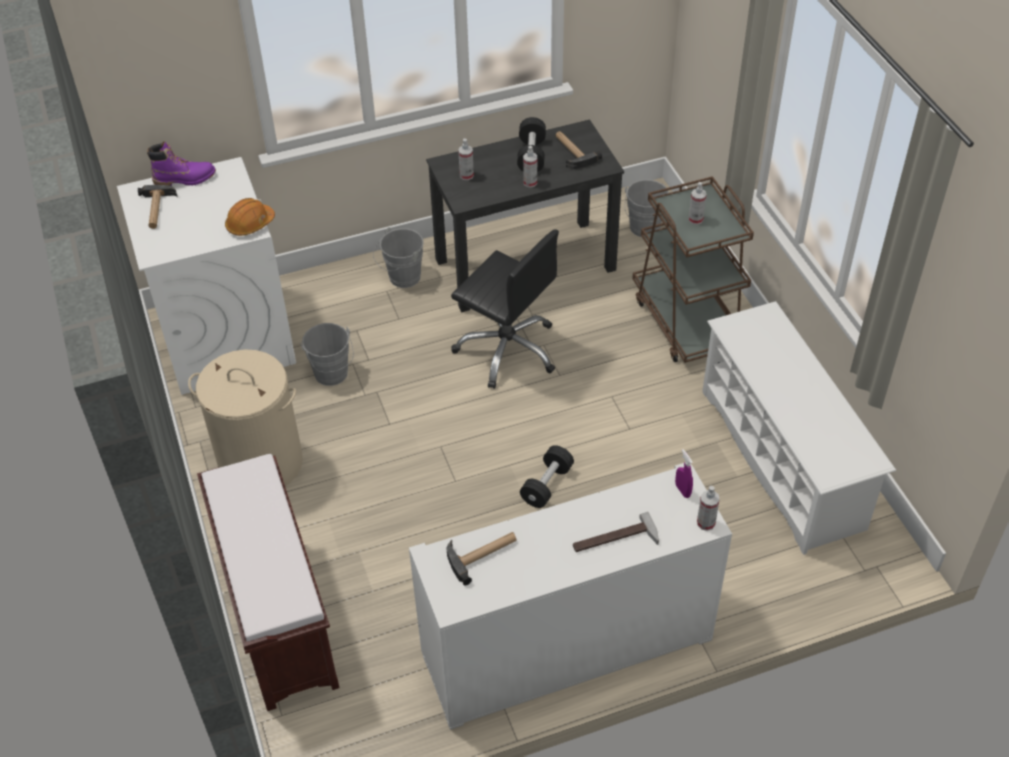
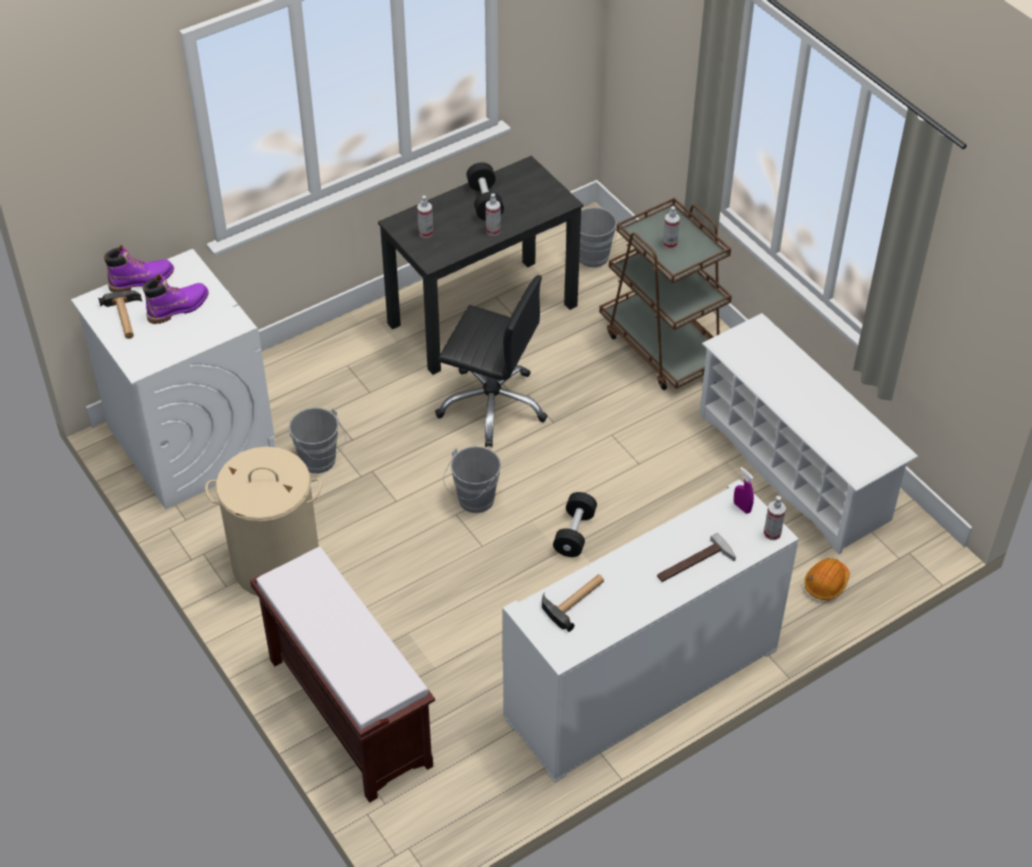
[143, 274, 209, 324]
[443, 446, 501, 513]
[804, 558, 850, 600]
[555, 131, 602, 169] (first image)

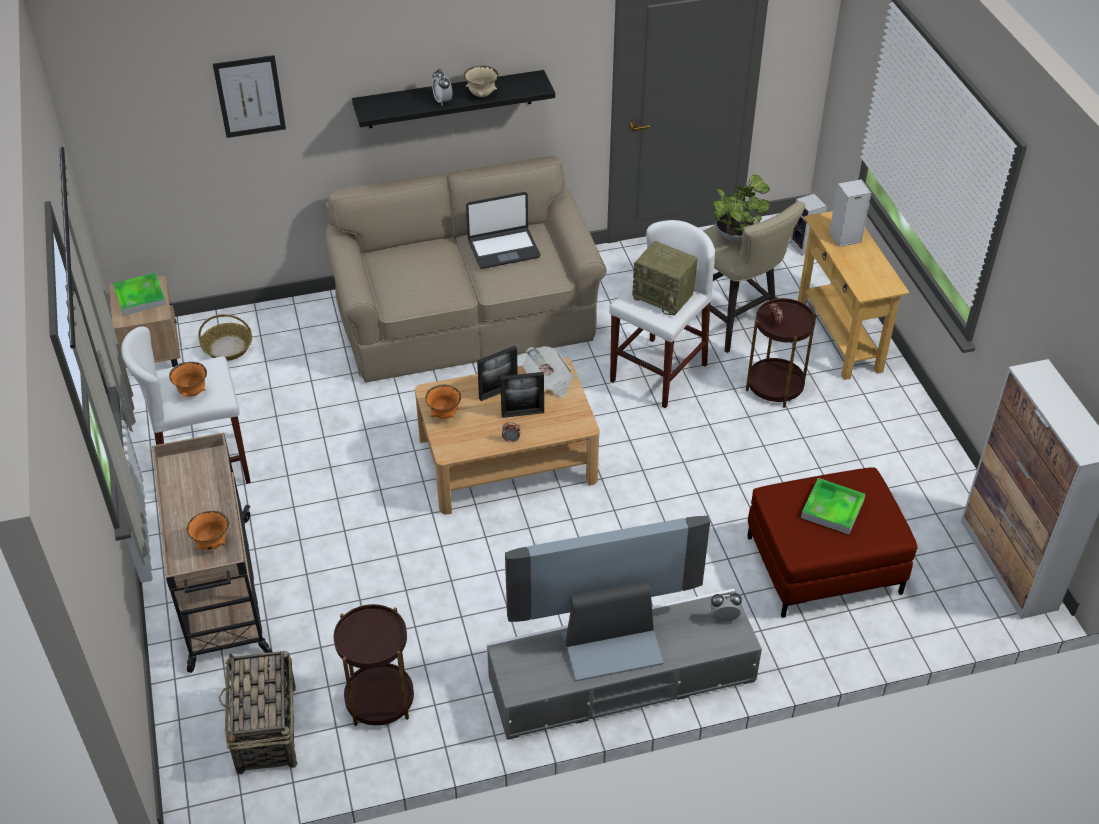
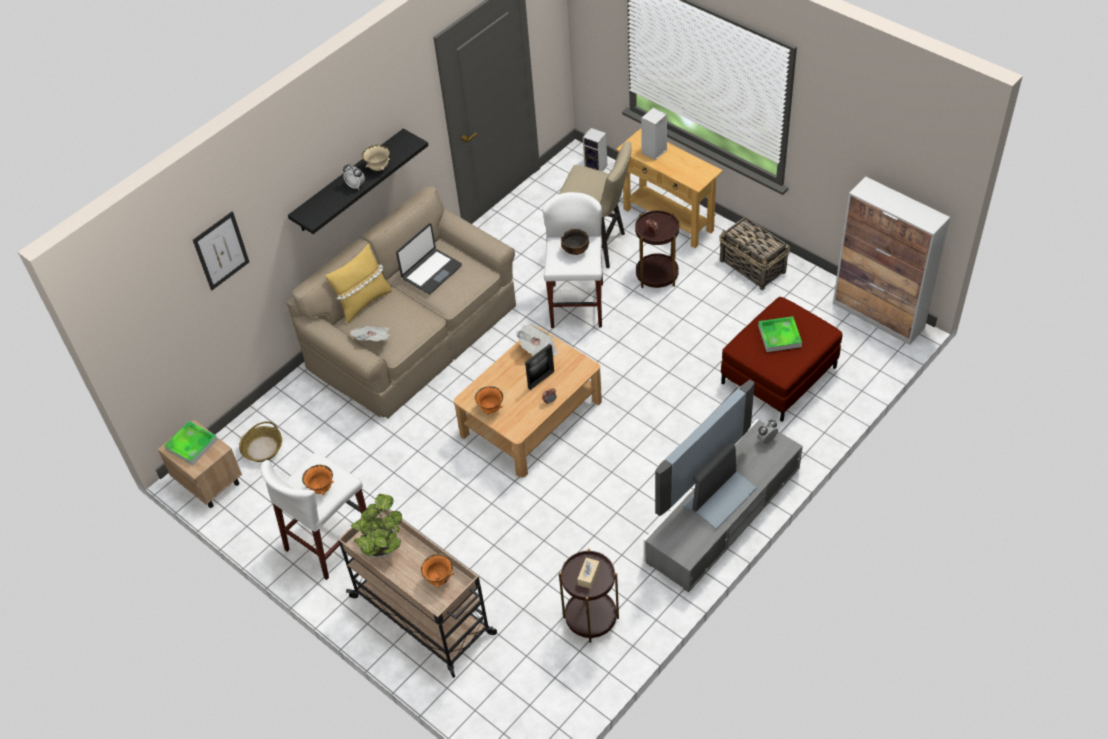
[325, 244, 392, 324]
[350, 325, 390, 341]
[351, 494, 402, 558]
[561, 229, 589, 255]
[577, 558, 600, 589]
[719, 217, 790, 290]
[477, 346, 518, 401] (first image)

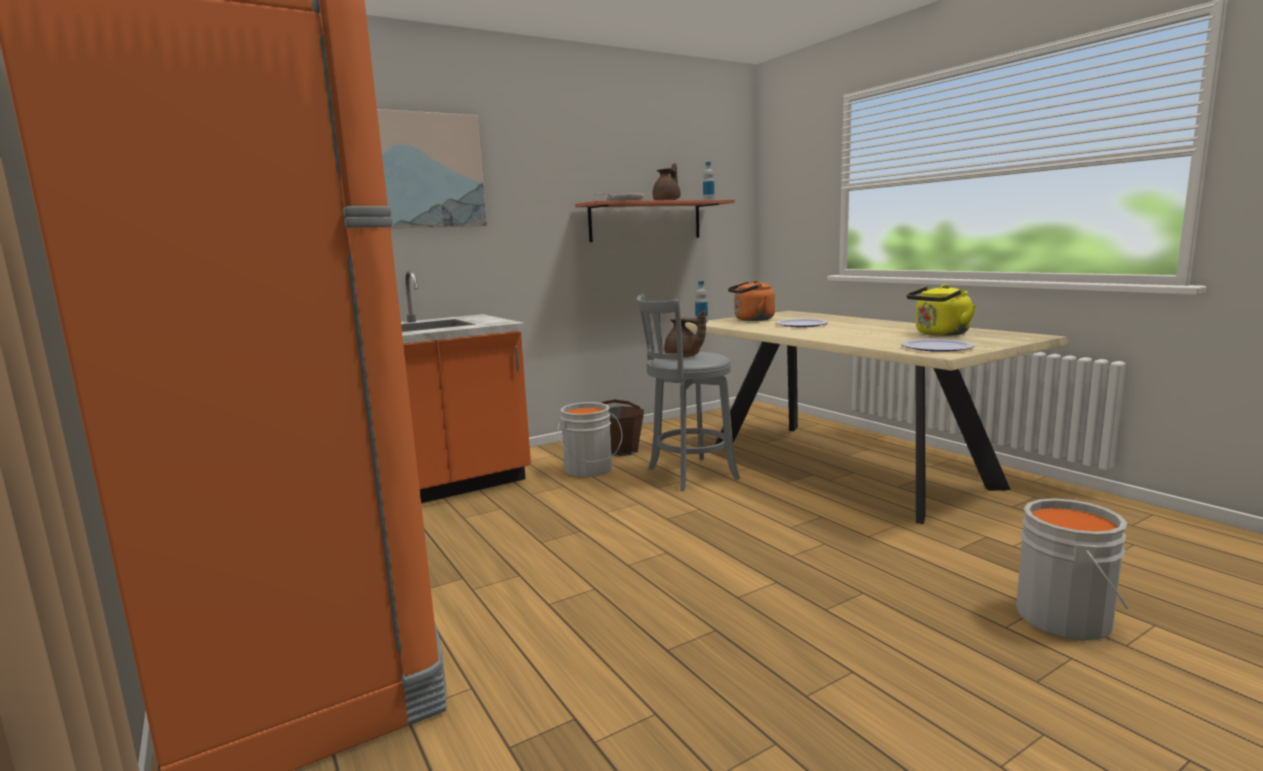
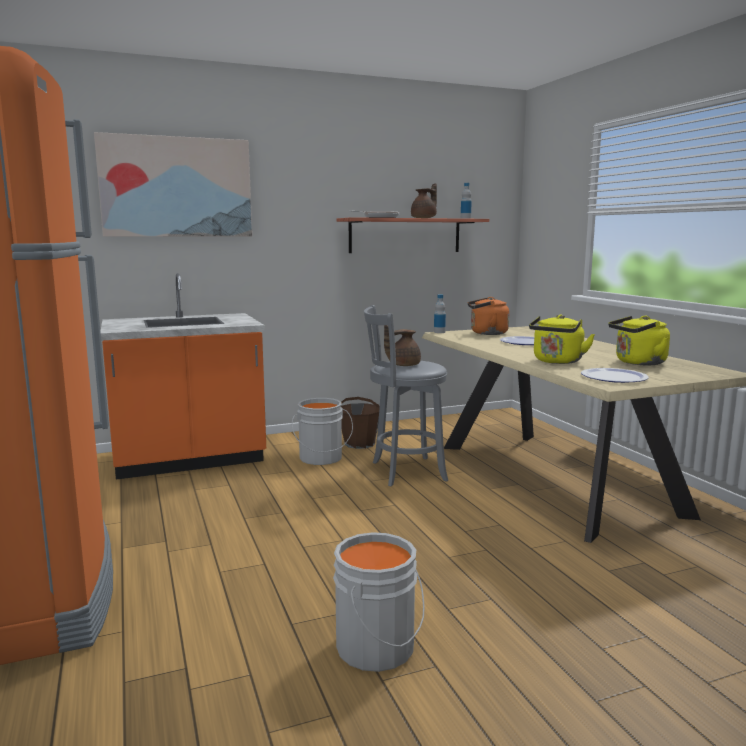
[333, 532, 425, 672]
[384, 325, 421, 366]
[529, 315, 595, 364]

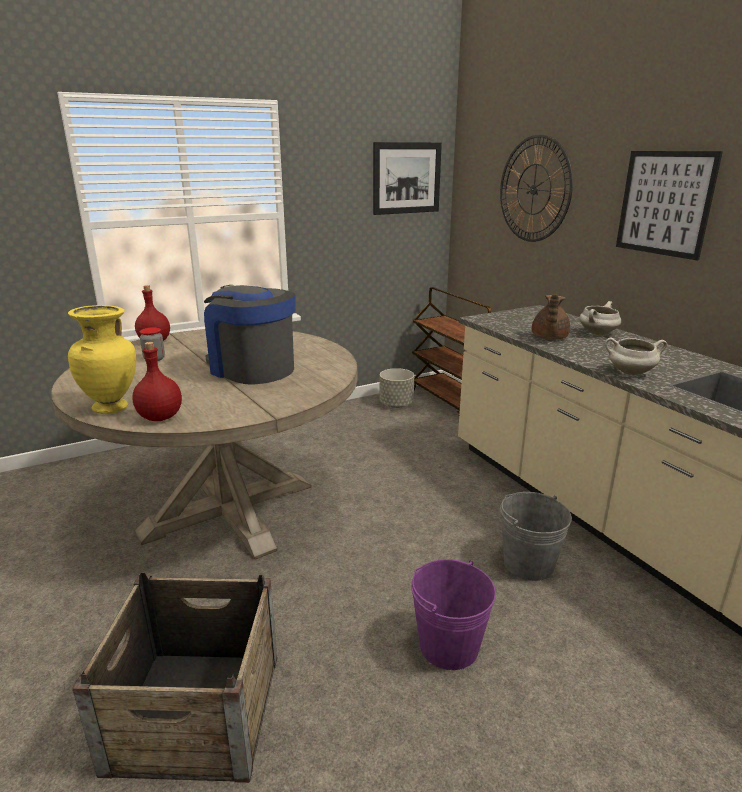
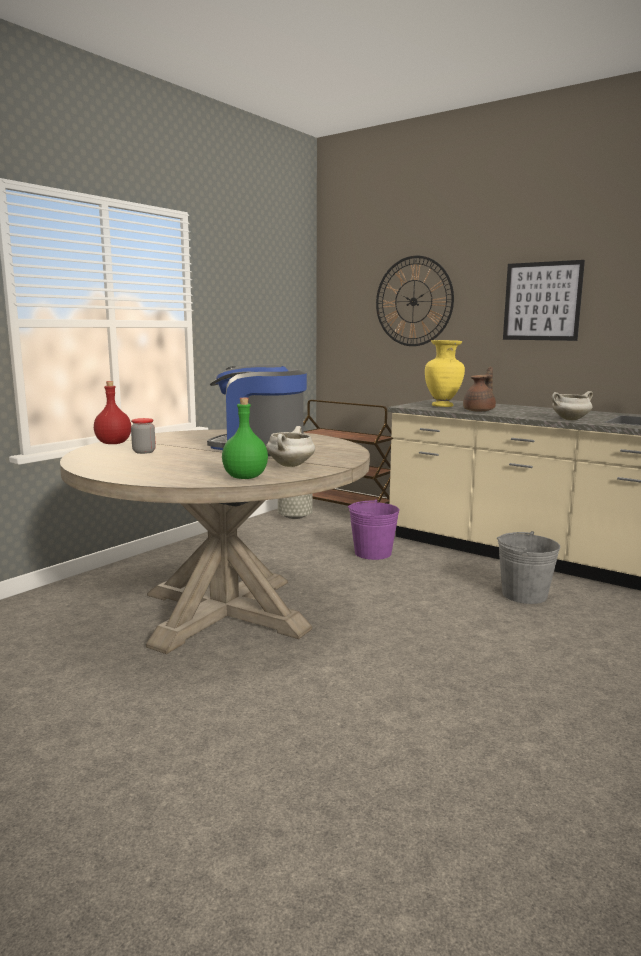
[222, 398, 268, 479]
[266, 426, 315, 467]
[348, 499, 400, 560]
[425, 340, 465, 407]
[463, 367, 496, 412]
[72, 572, 277, 783] (first image)
[373, 142, 442, 215] (first image)

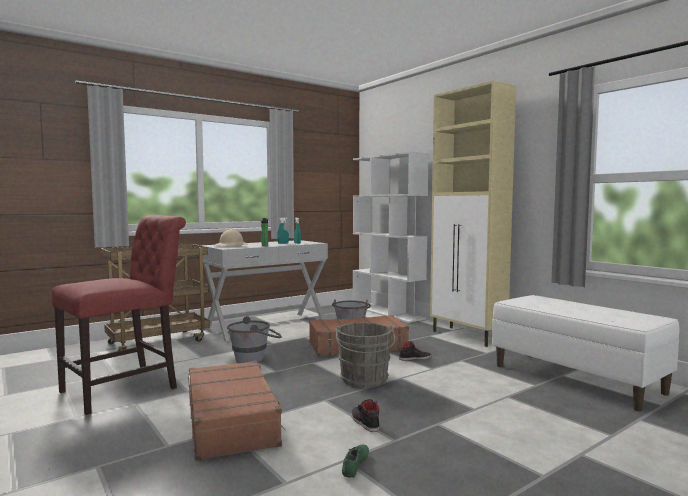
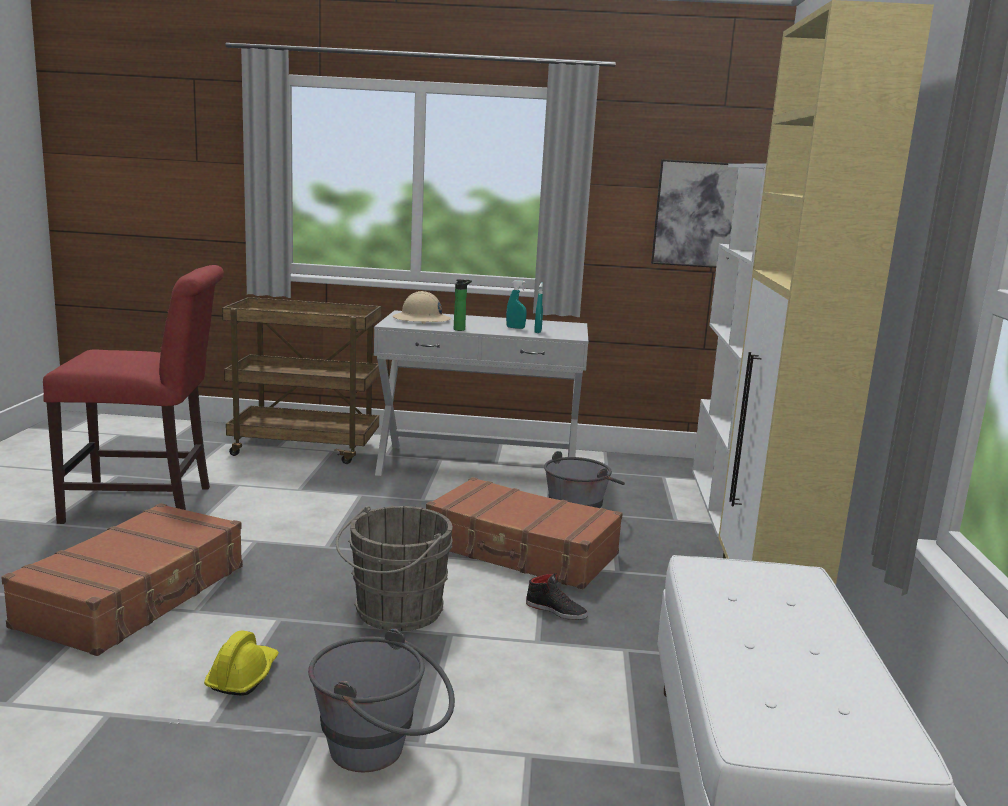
[204, 630, 279, 696]
[308, 629, 455, 772]
[651, 159, 738, 268]
[342, 444, 369, 478] (first image)

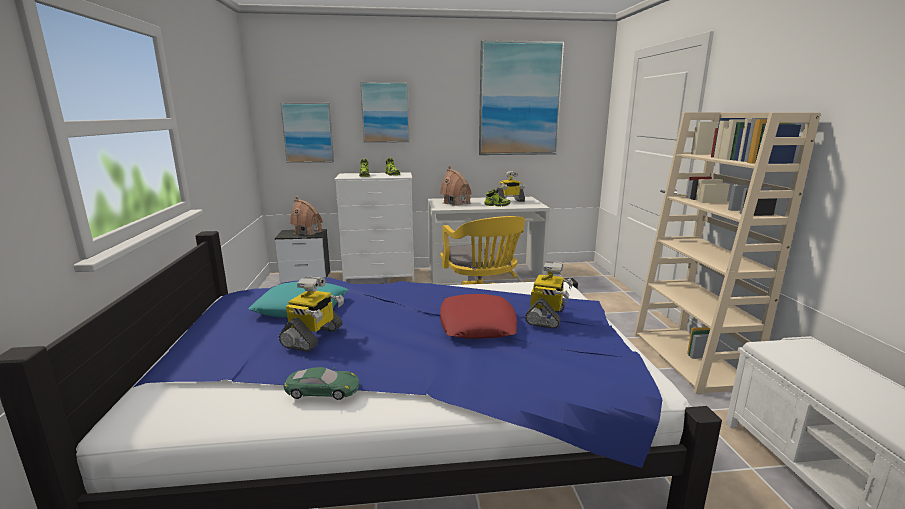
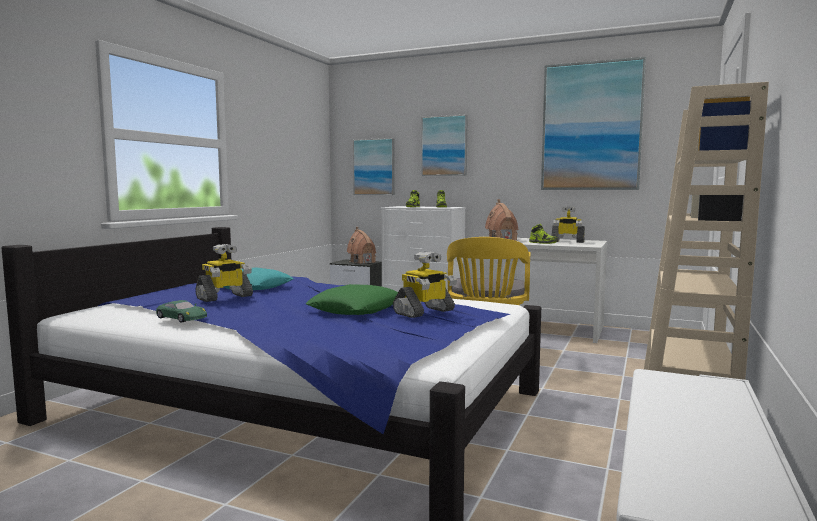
[306, 284, 398, 315]

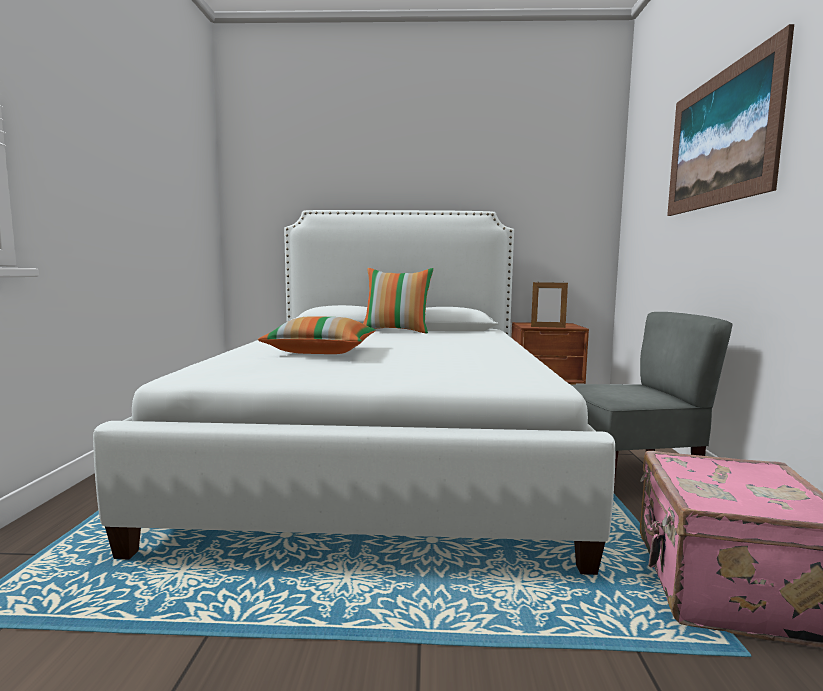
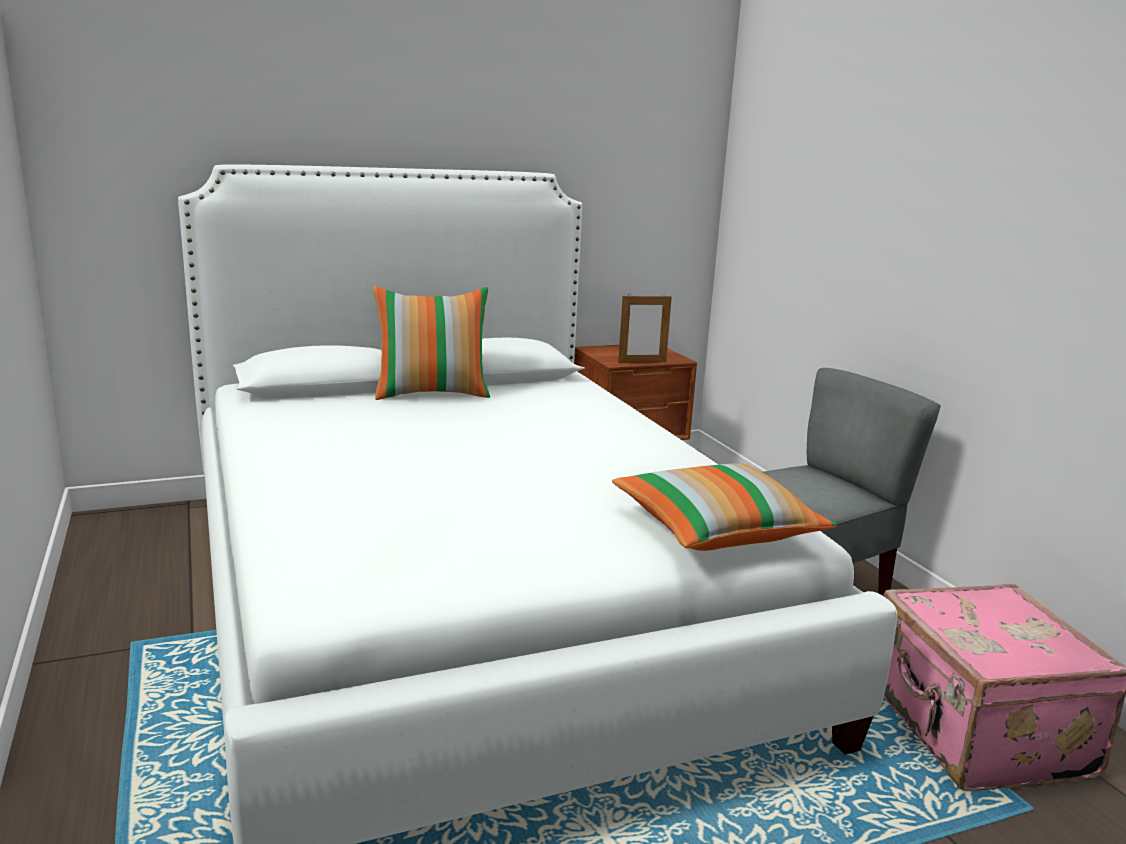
[612, 463, 837, 551]
[667, 24, 794, 216] (first image)

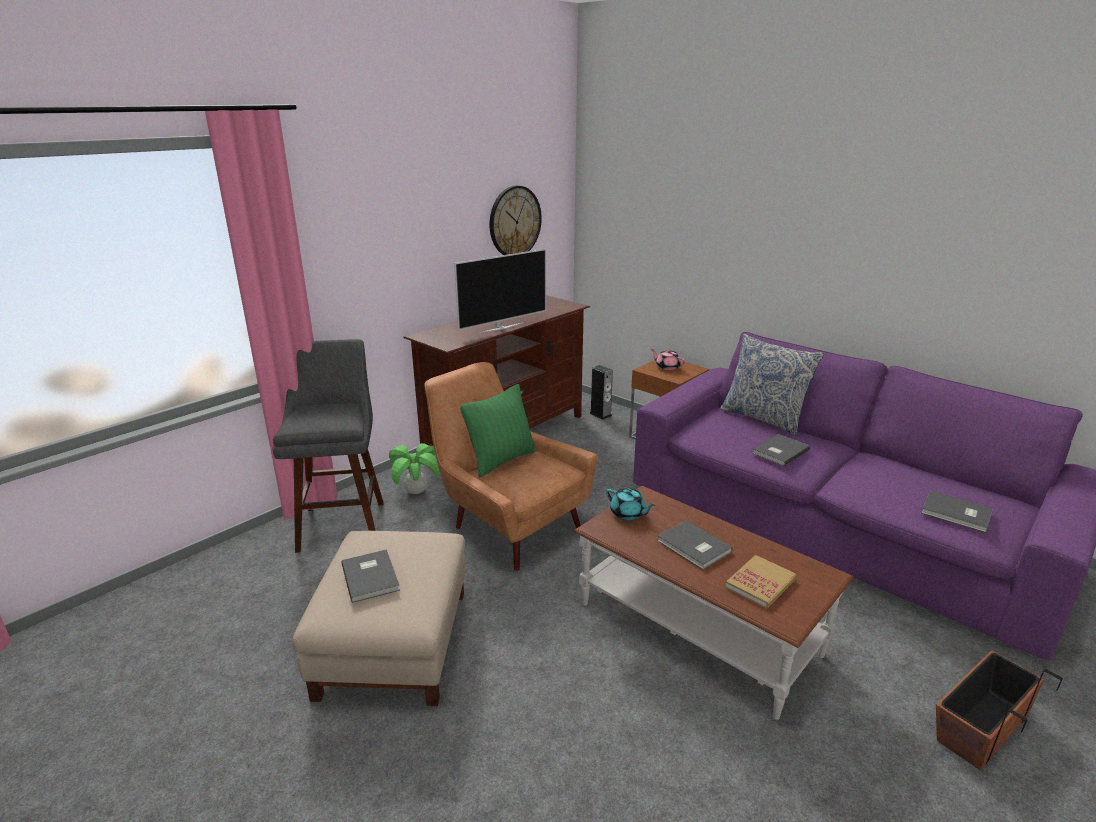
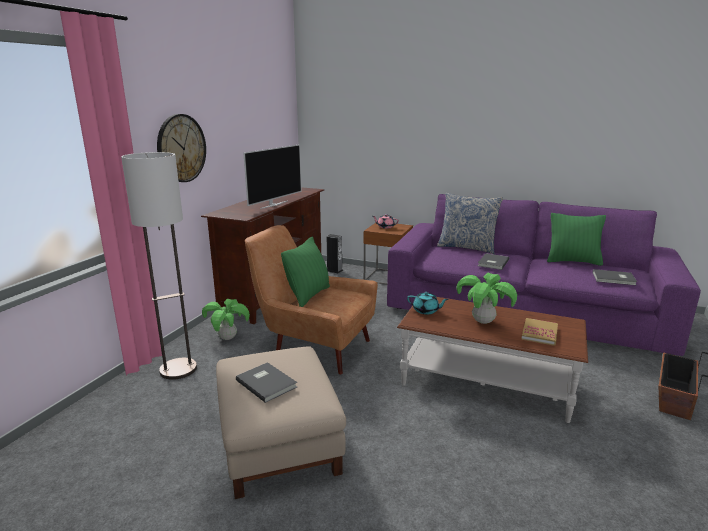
[121, 152, 197, 380]
[157, 114, 206, 182]
[456, 272, 517, 324]
[547, 213, 606, 266]

